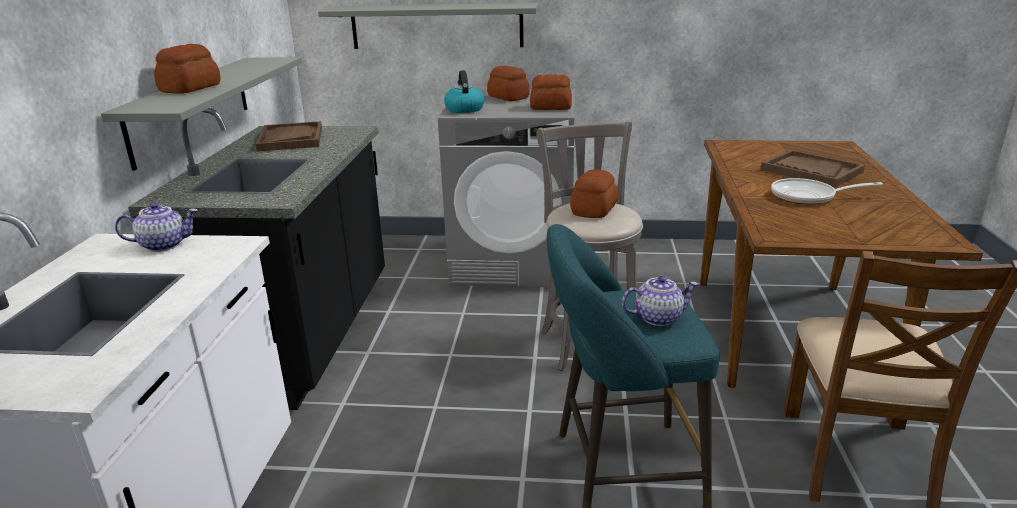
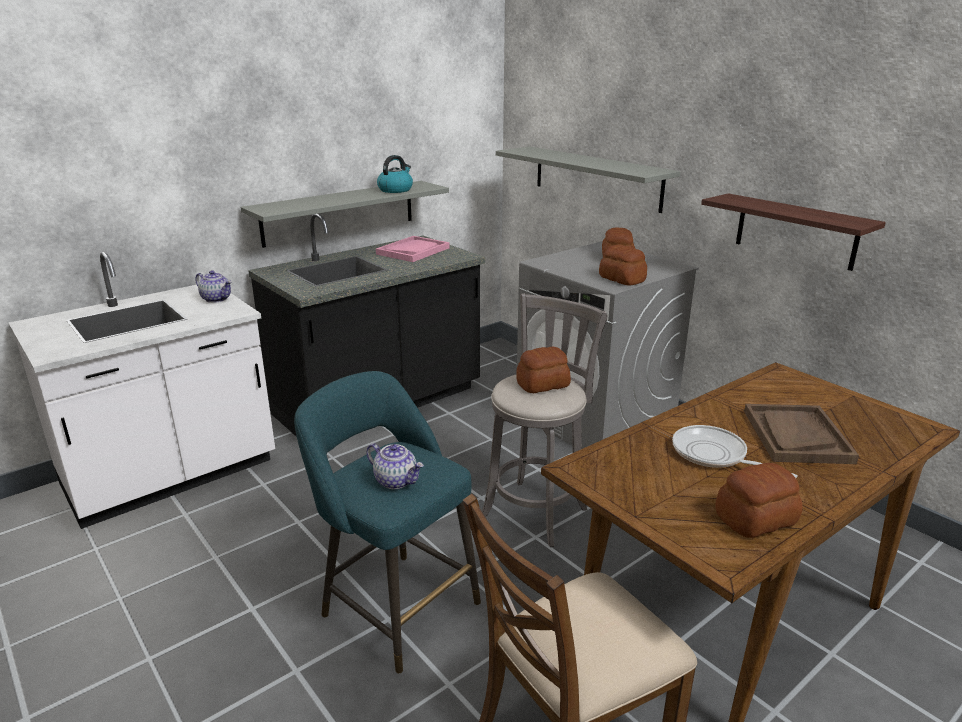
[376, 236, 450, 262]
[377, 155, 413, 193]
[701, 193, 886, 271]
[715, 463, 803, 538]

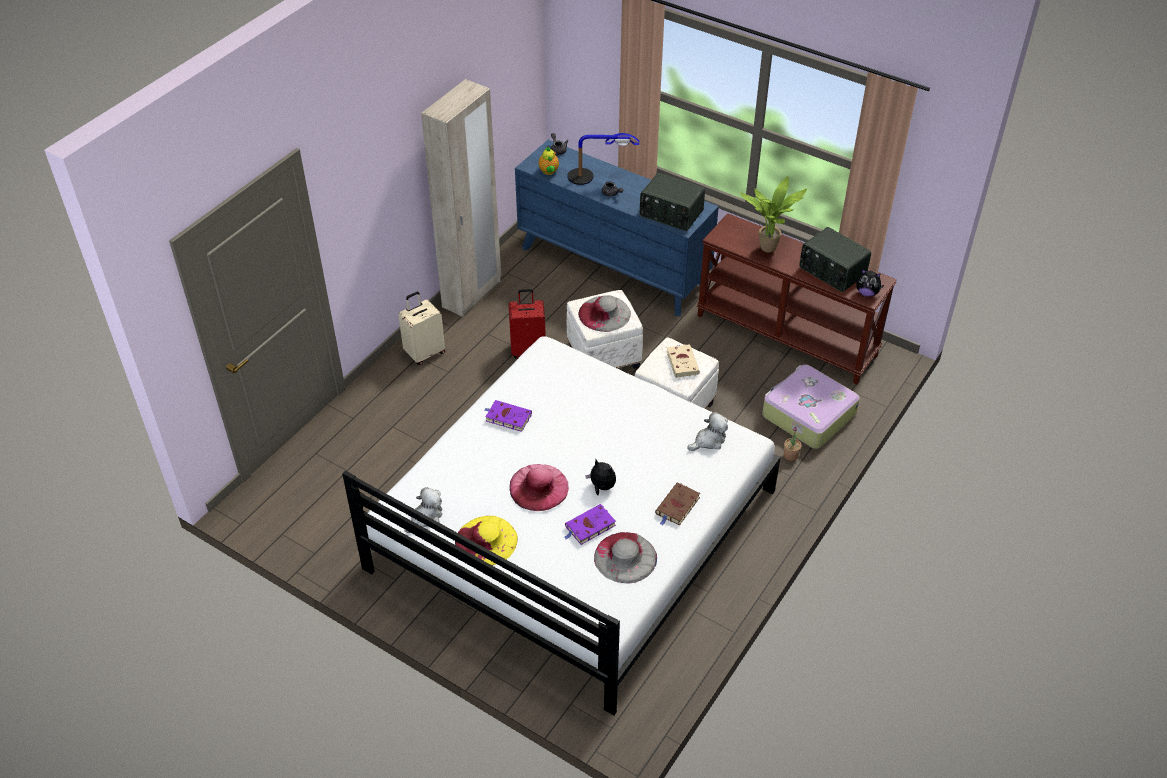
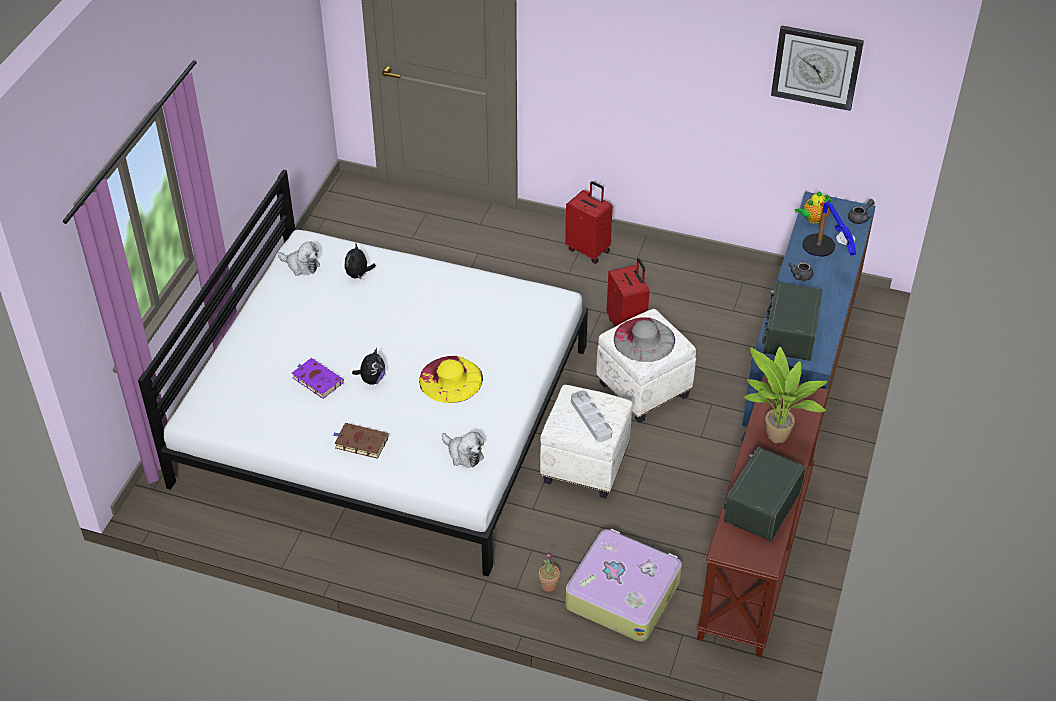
[344, 242, 376, 279]
[419, 356, 483, 403]
[565, 181, 613, 264]
[571, 390, 612, 442]
[771, 25, 864, 111]
[421, 79, 501, 317] (first image)
[484, 400, 532, 432] (first image)
[510, 464, 569, 511] (first image)
[594, 532, 657, 583] (first image)

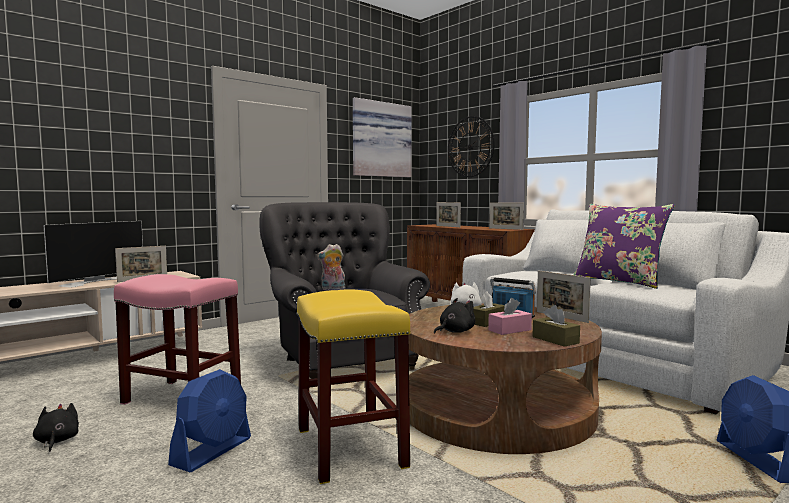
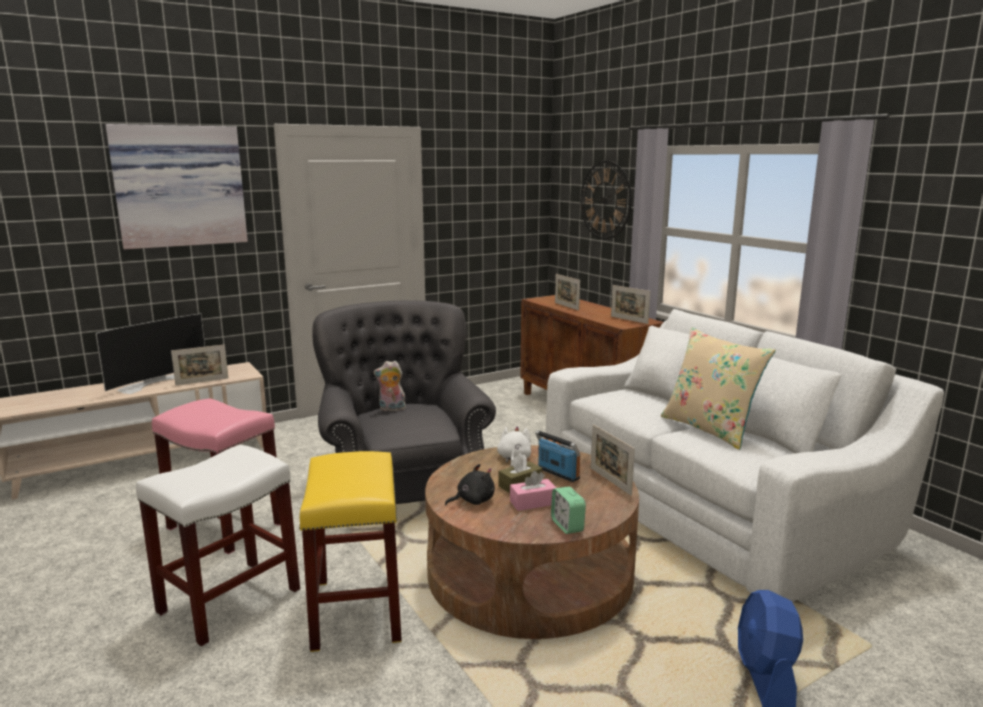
[105, 124, 248, 249]
[136, 445, 300, 647]
[551, 486, 586, 534]
[661, 328, 776, 450]
[33, 403, 79, 452] (first image)

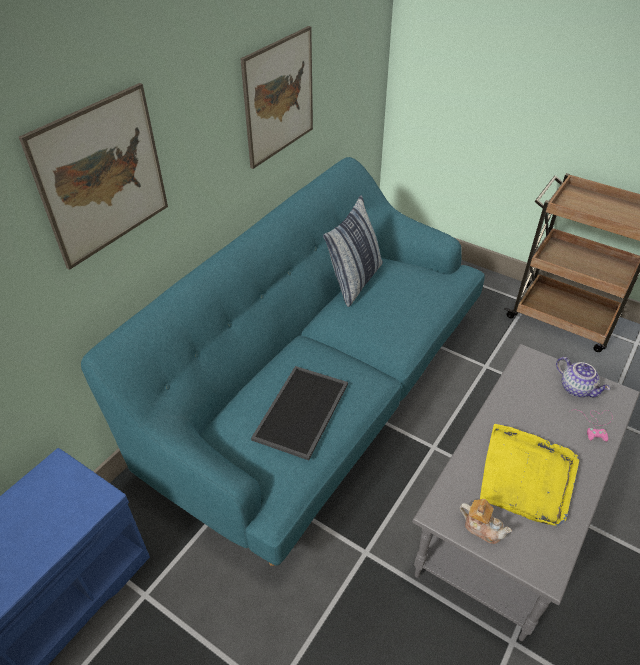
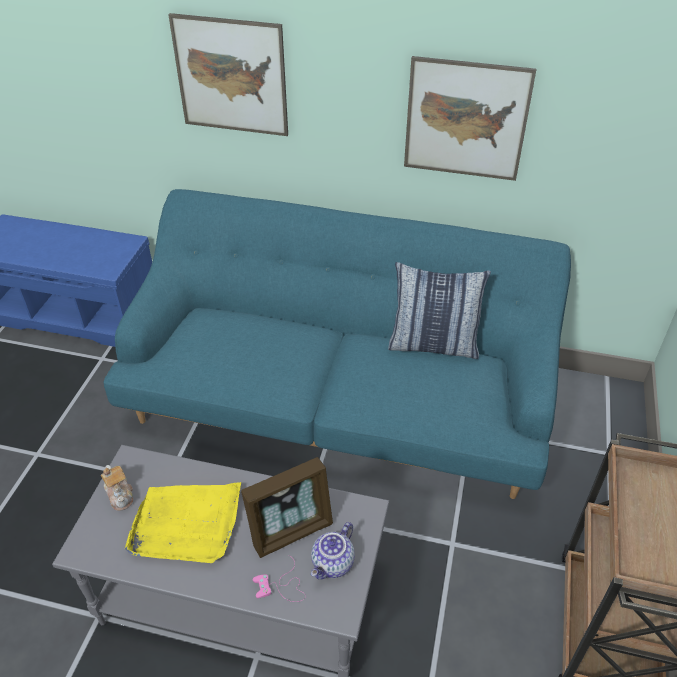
[101, 465, 133, 511]
[241, 457, 333, 558]
[251, 366, 348, 460] (first image)

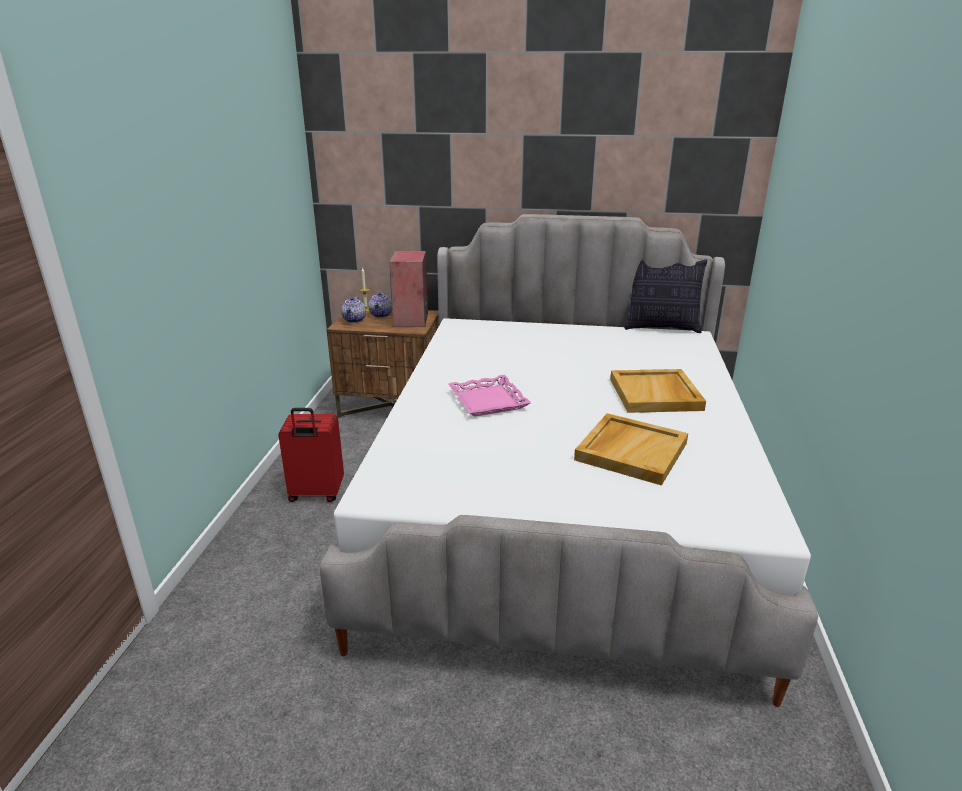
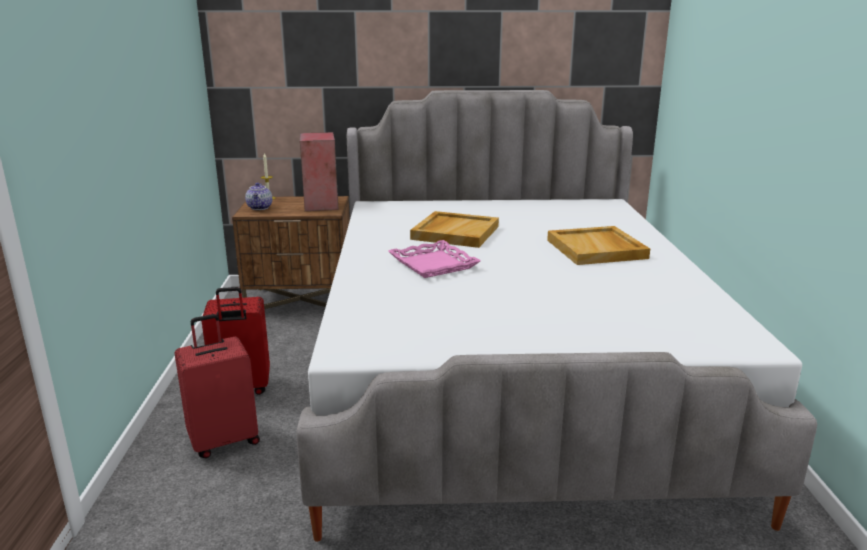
[174, 314, 260, 458]
[410, 211, 499, 248]
[368, 292, 392, 318] (first image)
[625, 259, 707, 333] (first image)

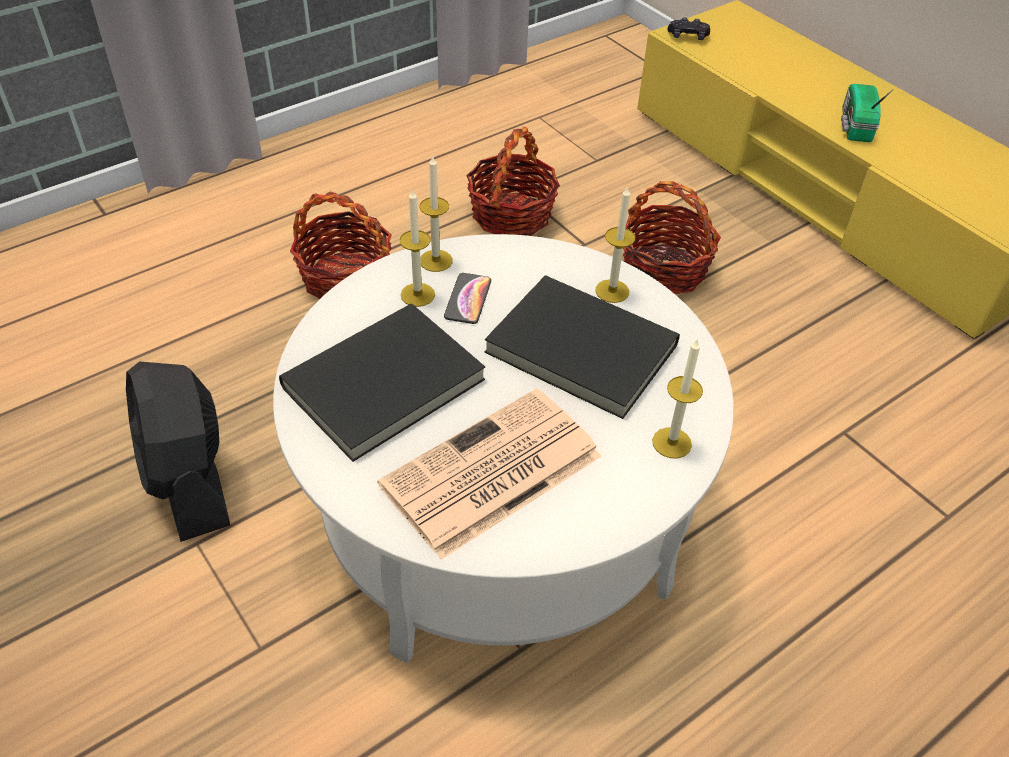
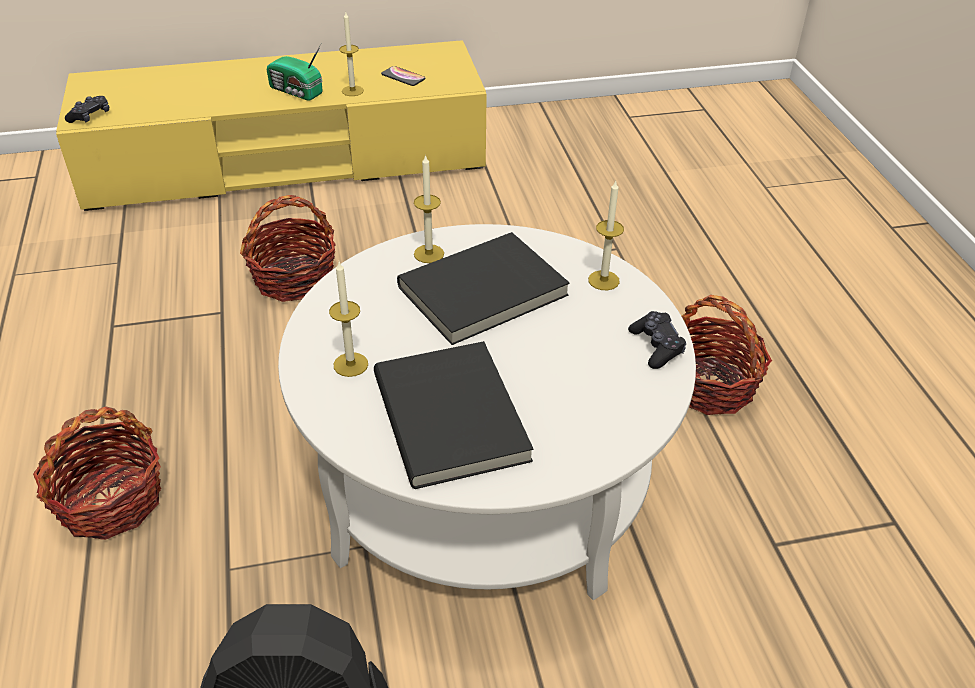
[339, 11, 364, 96]
[381, 66, 426, 86]
[628, 311, 686, 369]
[682, 295, 772, 415]
[378, 388, 602, 560] (first image)

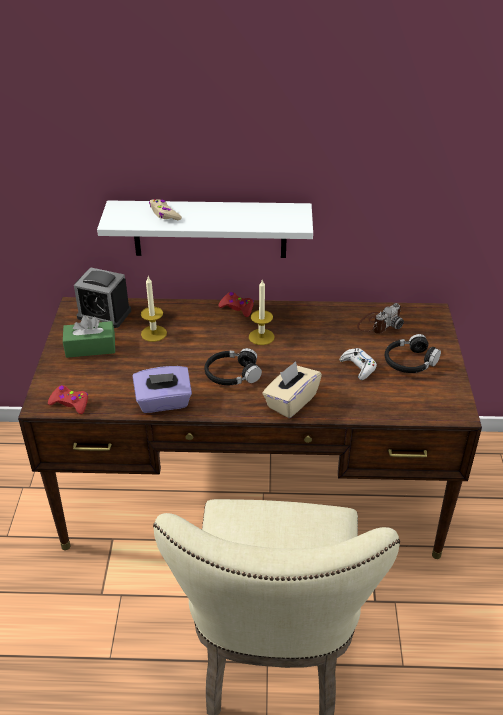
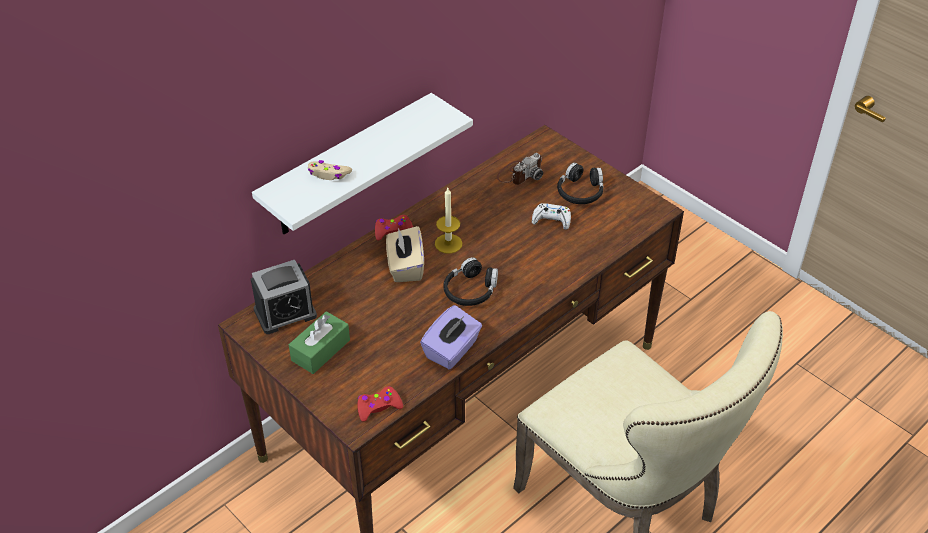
[386, 226, 424, 282]
[497, 153, 543, 185]
[141, 277, 167, 342] (first image)

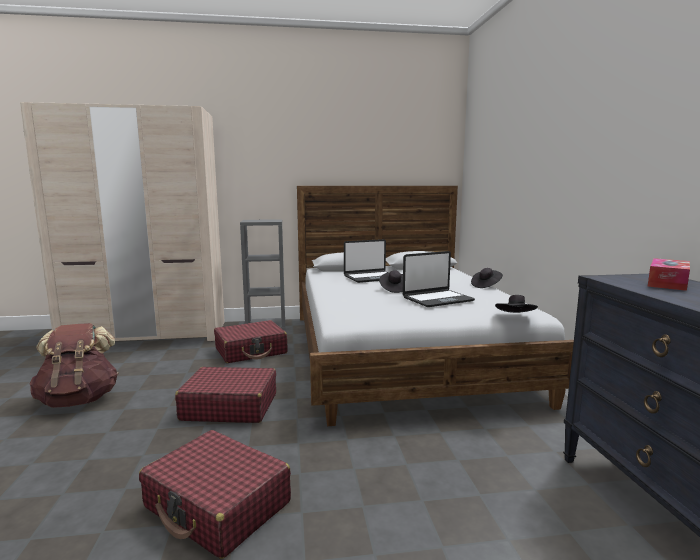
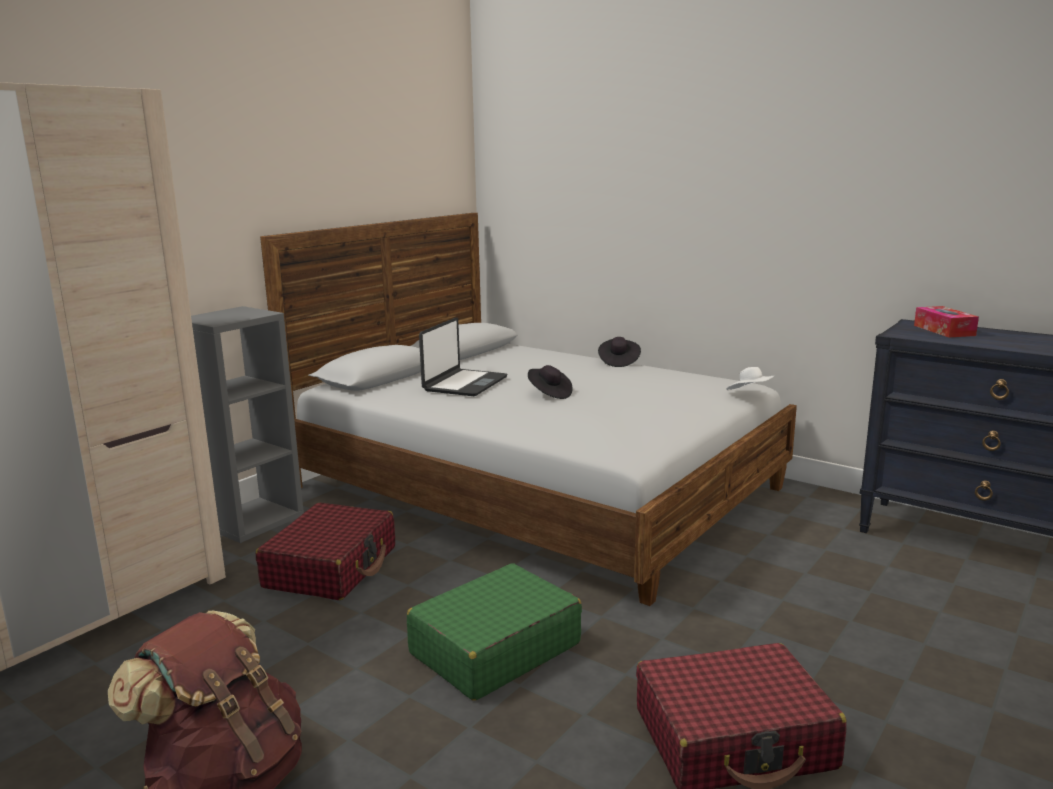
[407, 563, 582, 701]
[726, 367, 774, 391]
[402, 251, 475, 307] (first image)

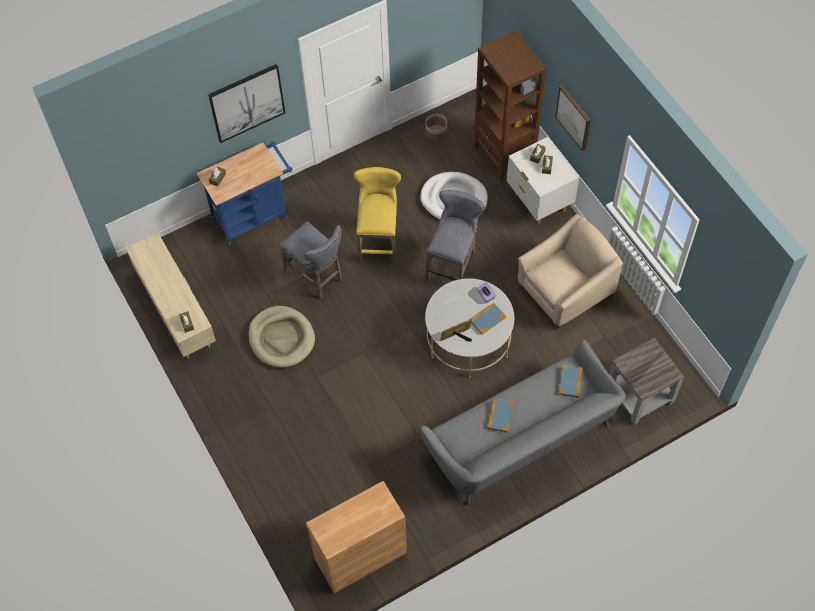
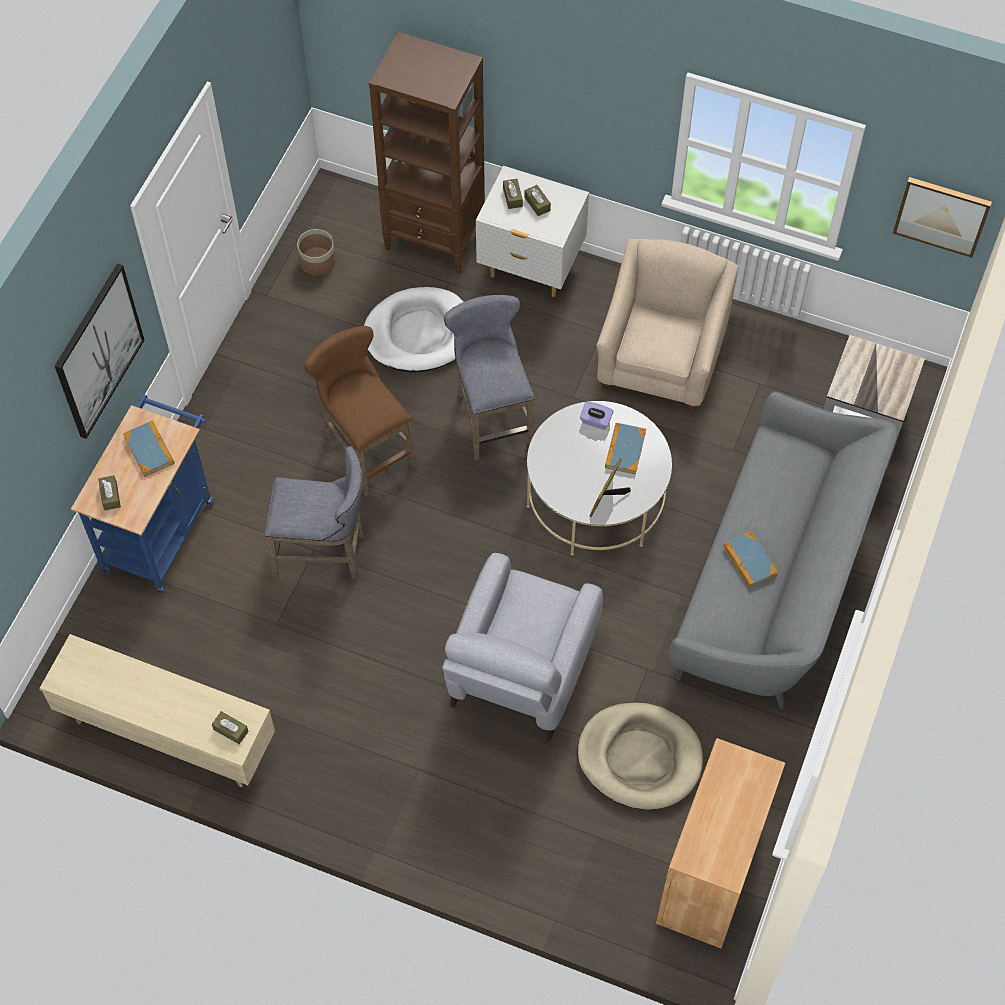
[123, 421, 174, 477]
[305, 326, 416, 496]
[442, 553, 603, 741]
[578, 703, 703, 810]
[893, 177, 992, 258]

